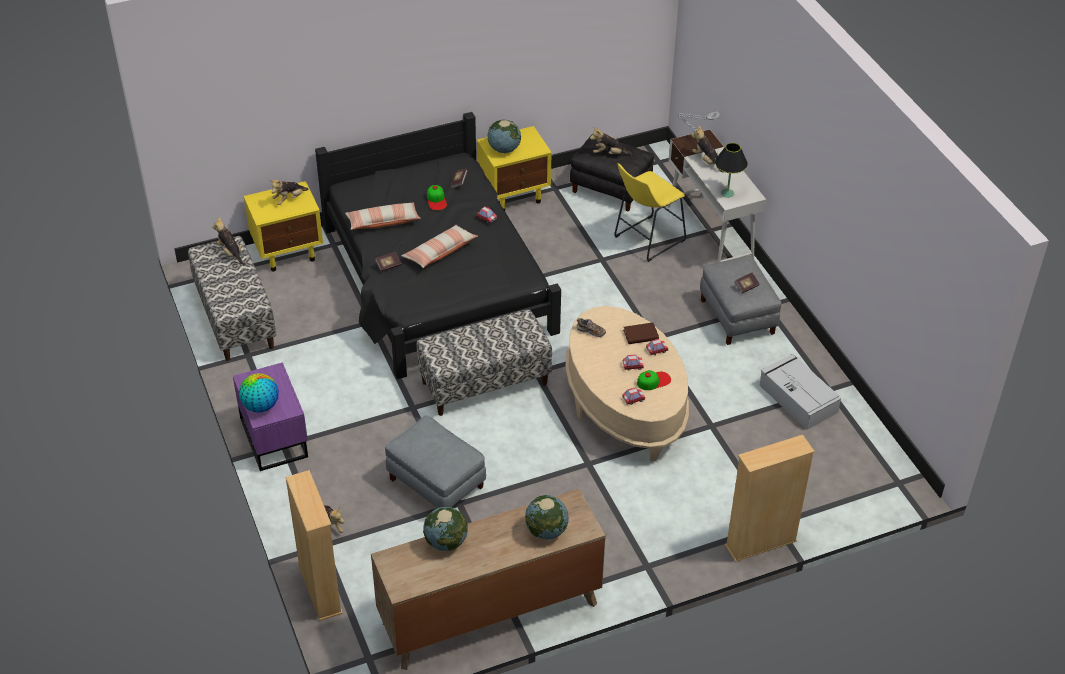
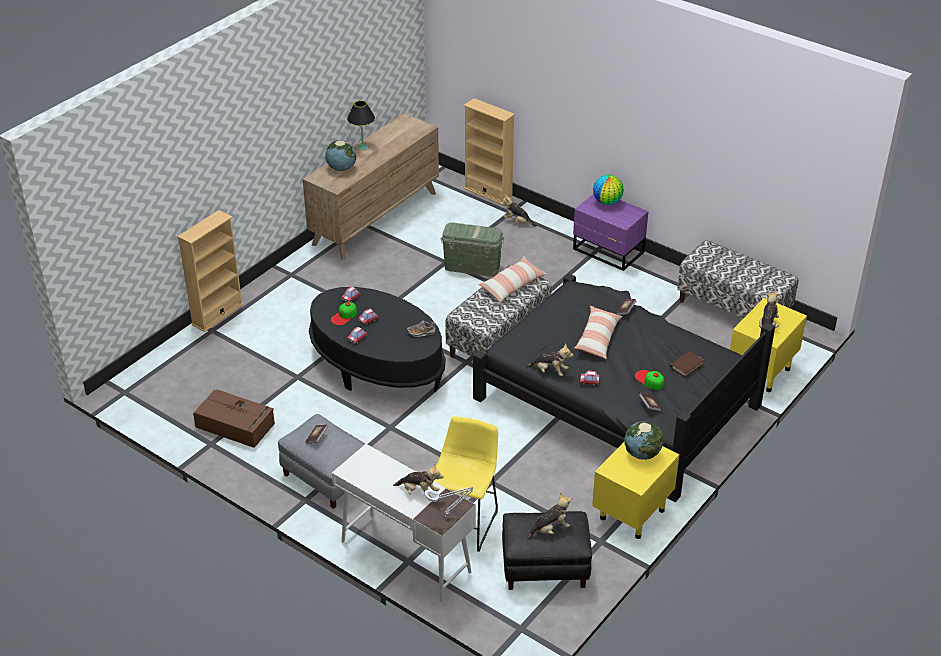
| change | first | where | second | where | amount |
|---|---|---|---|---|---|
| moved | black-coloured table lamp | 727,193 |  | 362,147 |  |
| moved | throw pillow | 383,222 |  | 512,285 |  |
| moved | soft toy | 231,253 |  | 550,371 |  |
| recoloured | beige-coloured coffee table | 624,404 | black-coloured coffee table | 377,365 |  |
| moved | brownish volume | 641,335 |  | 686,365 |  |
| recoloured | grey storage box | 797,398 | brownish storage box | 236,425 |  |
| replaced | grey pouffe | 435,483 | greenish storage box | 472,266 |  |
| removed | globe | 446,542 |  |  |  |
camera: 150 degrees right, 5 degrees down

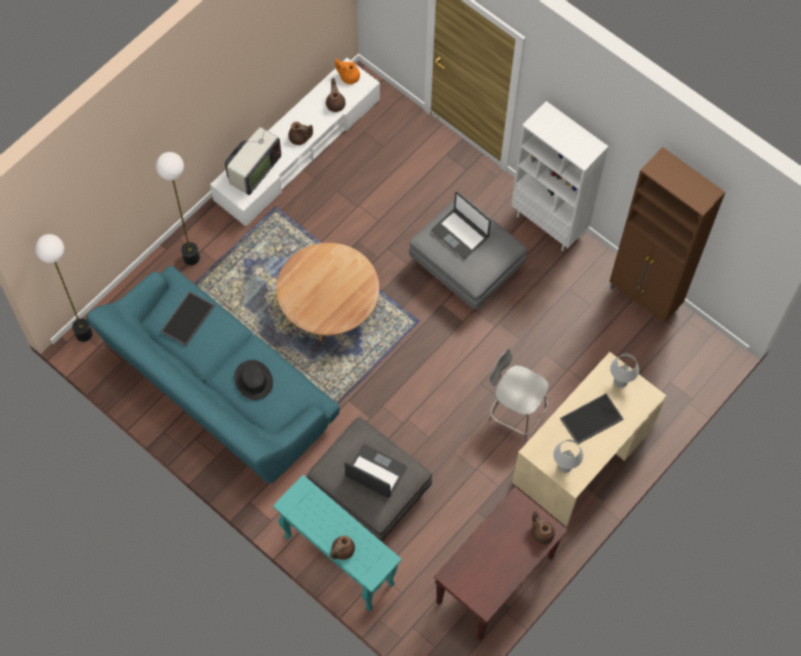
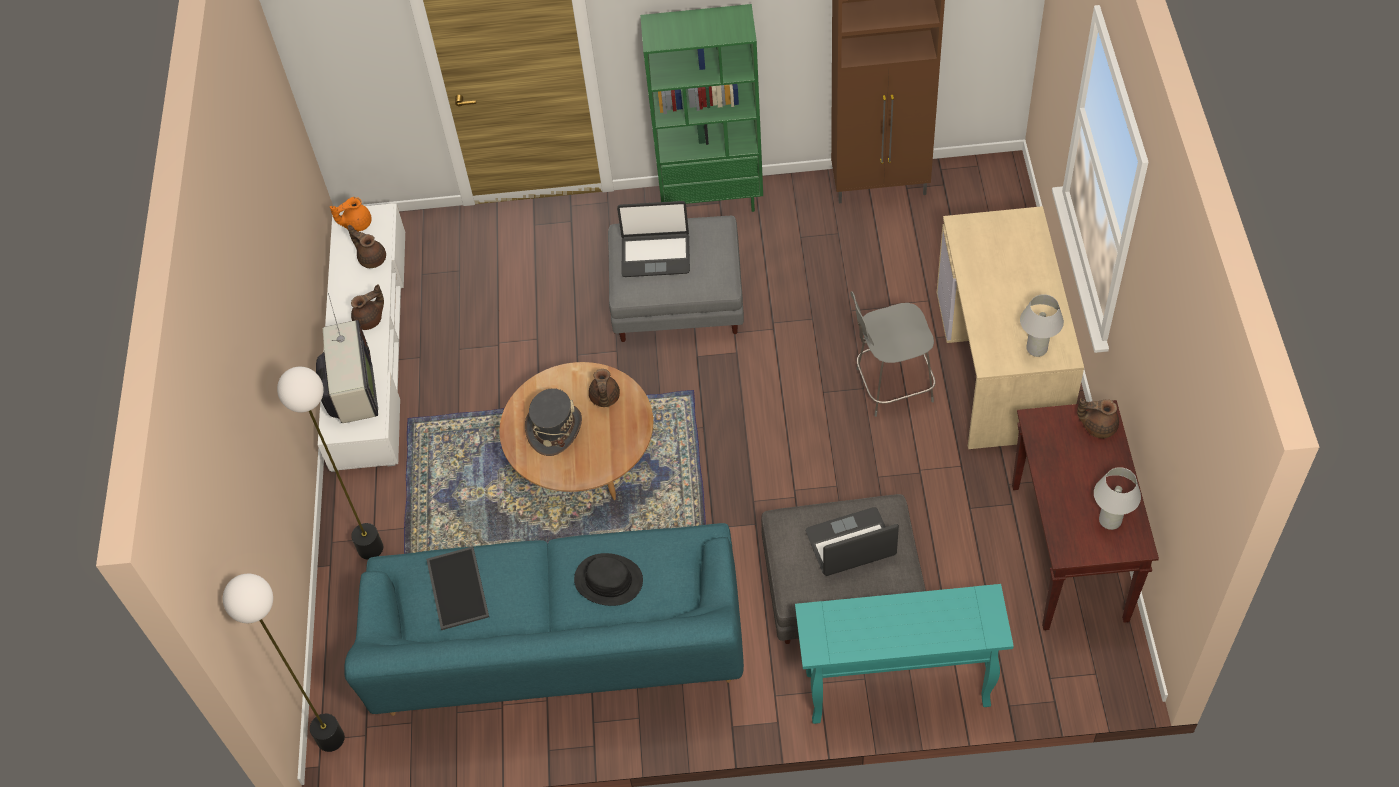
| change | first | where | second | where | amount |
|---|---|---|---|---|---|
| recoloured | white shelving unit | 549,224 | greenish shelving unit | 712,199 |  |
| moved | white table lamp | 620,381 |  | 1110,520 |  |
| removed | serving tray | 591,420 |  |  |  |
| moved | brownish teapot | 342,550 |  | 604,398 |  |
| added |  |  | grey hat | 554,429 |  |
camera: 40 degrees left, 10 degrees down

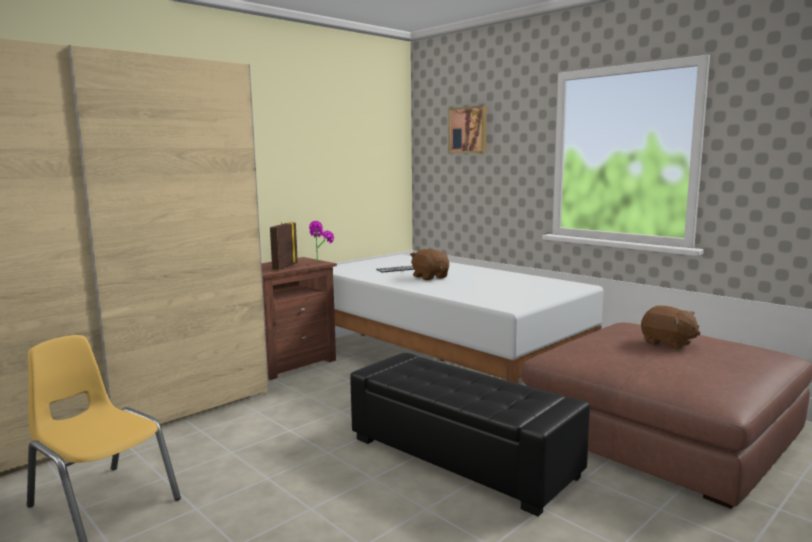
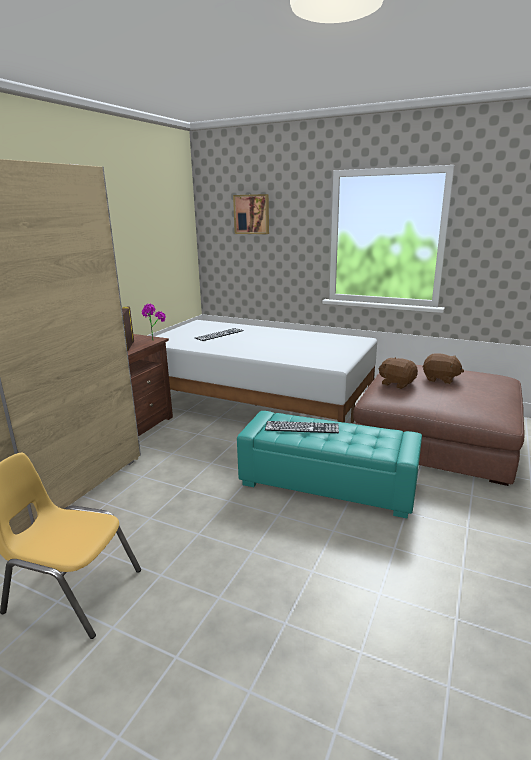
| change | first | where | second | where | amount |
|---|---|---|---|---|---|
| moved | brownish soft toy | 430,277 |  | 397,383 |  |
| recoloured | black-coloured pouffe | 461,456 | turquoise-coloured pouffe | 327,483 |  |
| added |  |  | computer keyboard | 301,427 |  |
camera: 20 degrees left, 10 degrees up

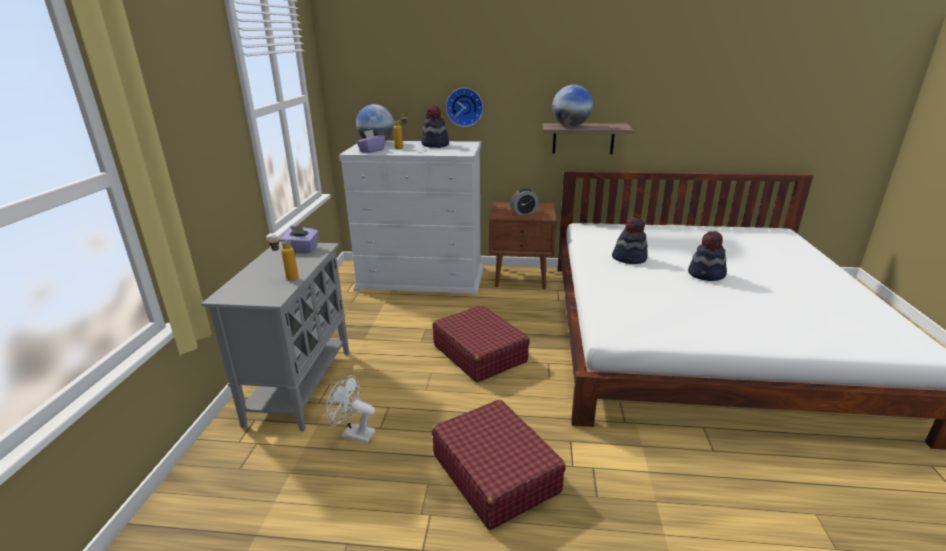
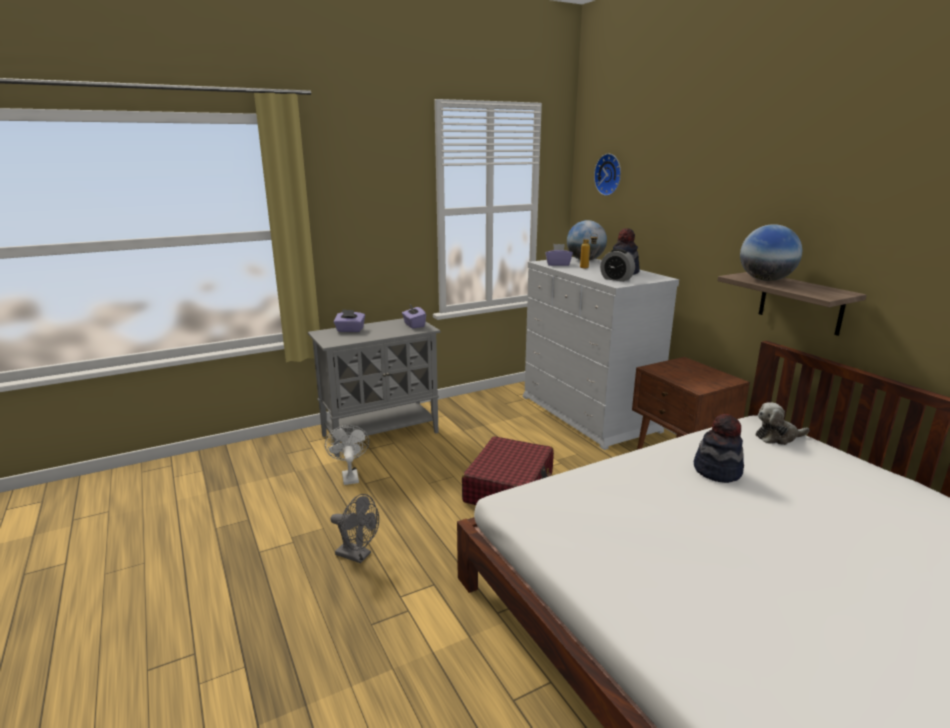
| change | first | where | second | where | amount |
|---|---|---|---|---|---|
| moved | clock on the wall | 464,107 |  | 609,174 |  |
| moved | table clock | 524,213 |  | 616,279 |  |
| removed | hat | 706,275 |  |  |  |
| removed | drink bottle | 287,279 |  |  |  |
| replaced | red-coloured suitcase | 495,473 | grey electric fan | 358,555 |  |
| added |  |  | purplish box of tissues | 350,330 |  |
| added |  |  | soft toy | 777,437 |  |
camera: 55 degrees right, 5 degrees down

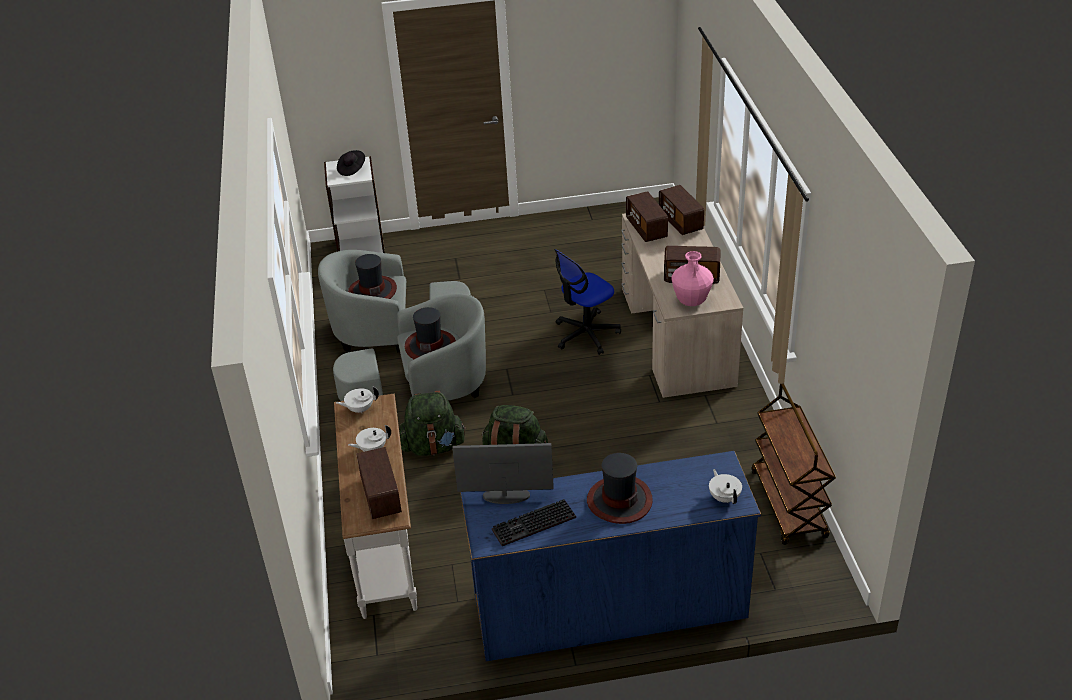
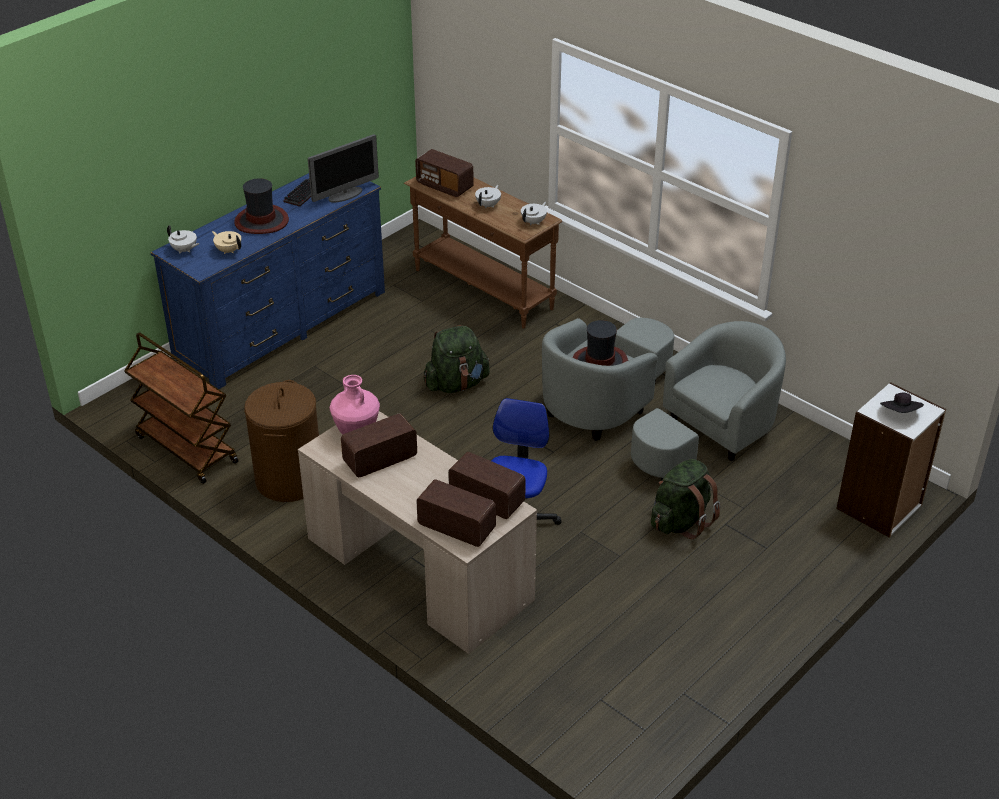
| change | first | where | second | where | amount |
|---|---|---|---|---|---|
| removed | hat | 372,291 |  |  |  |
| moved | greenish knapsack | 433,446 |  | 681,521 |  |
| recoloured | white narrow table | 385,547 | brownish narrow table | 482,290 |  |
| added |  |  | beige-coloured teapot | 228,250 |  |
| added |  |  | brownish washing basket | 289,480 |  |
camera: 140 degrees right, 0 degrees up

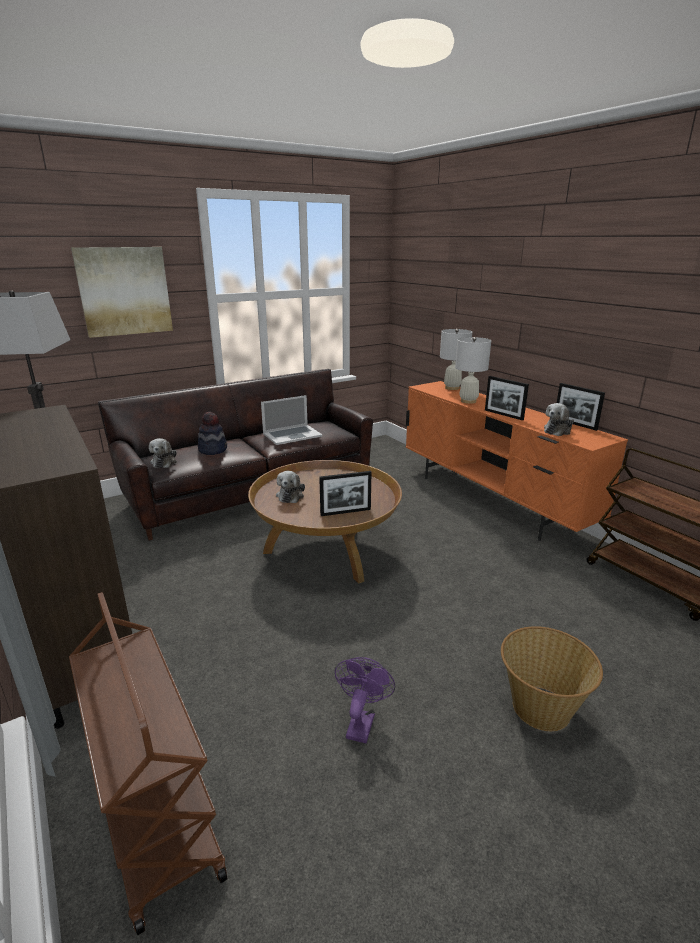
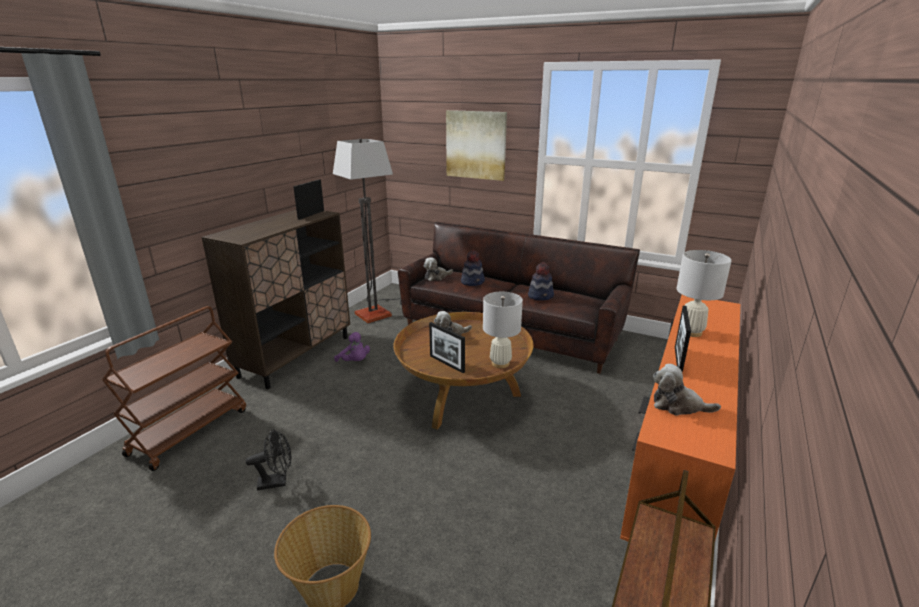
| change | first | where | second | where | amount |
|---|---|---|---|---|---|
| moved | white table lamp | 452,388 |  | 500,363 |  |
| moved | photo frame | 575,424 |  | 311,215 |  |
| replaced | notebook computer | 292,435 | hat | 541,296 |  |
| recoloured | purplish electric fan | 361,721 | black-coloured electric fan | 277,482 |  |
| added |  |  | purplish soft toy | 354,362 |  |
camera: 60 degrees right, 0 degrees up

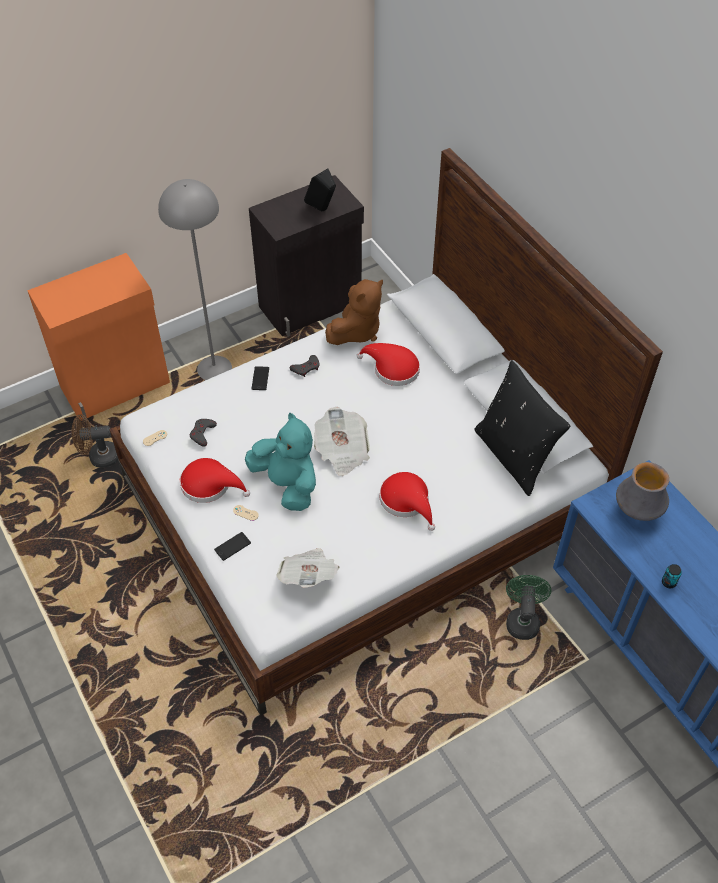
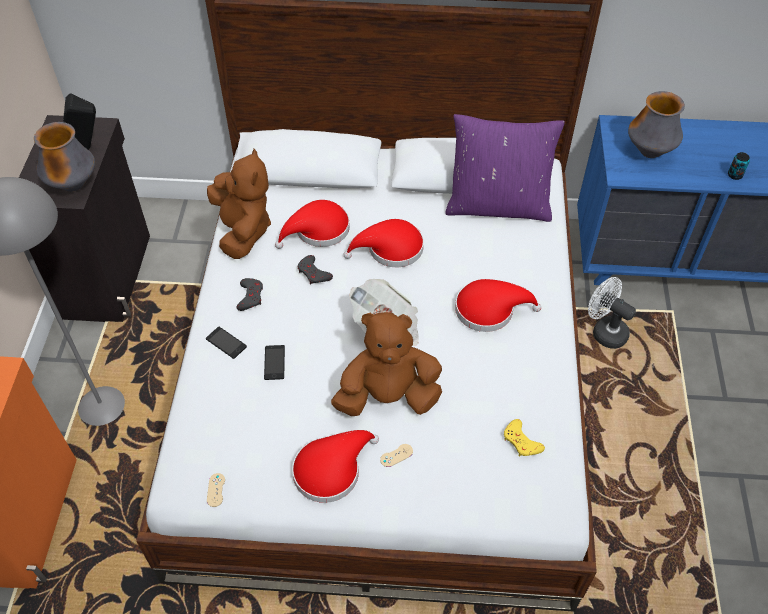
| change | first | where | second | where | amount |
|---|---|---|---|---|---|
| recoloured | black-coloured throw pillow | 514,456 | purplish throw pillow | 498,205 |  |
| recoloured | turquoise-coloured soft toy | 287,484 | brownish soft toy | 388,396 |  |
| removed | brownish electric fan | 99,457 |  |  |  |
| moved | grey game controller | 202,433 |  | 313,273 |  |
| moved | phone | 232,546 |  | 274,362 |  |
| replaced | newspaper | 309,576 | yellow game controller | 521,441 |  |
| recoloured | greenish electric fan | 522,619 | white electric fan | 604,331 |  |
| added |  |  | flower vase | 74,185 |  |
| added |  |  | red-coloured hat | 390,249 |  |
camera: 55 degrees left, 0 degrees up

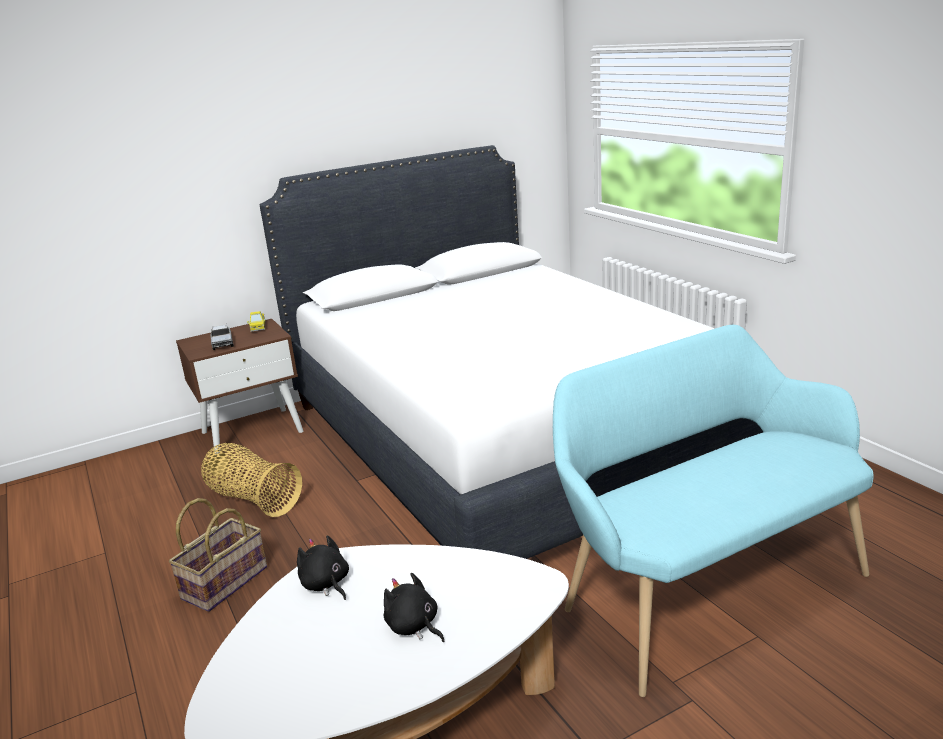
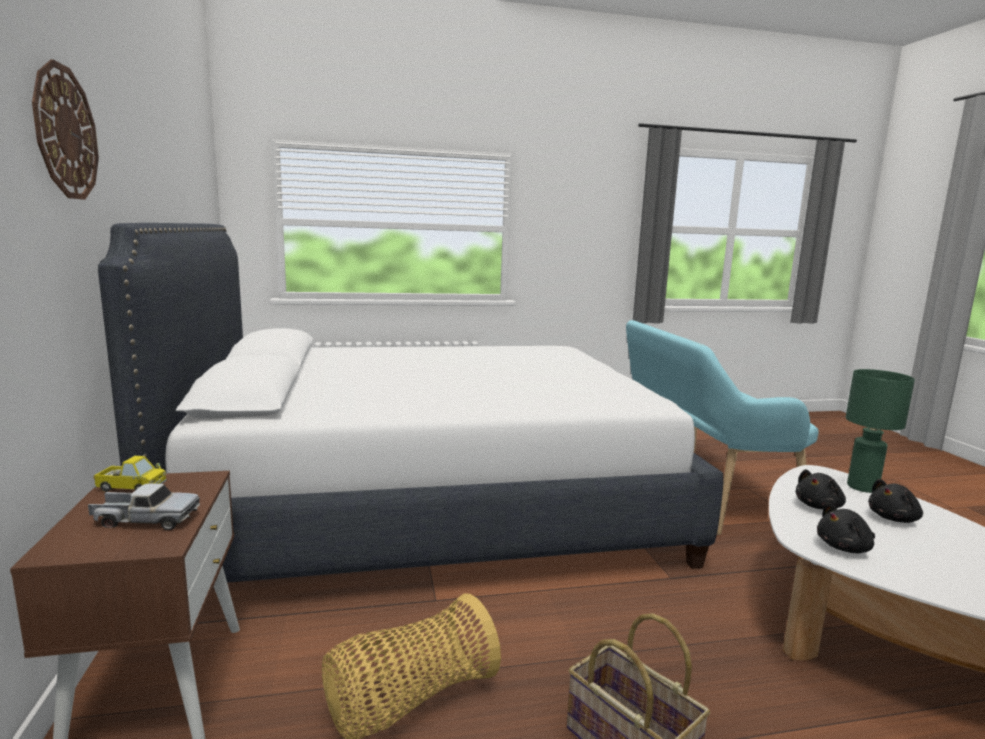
| change | first | where | second | where | amount |
|---|---|---|---|---|---|
| added |  |  | clock on the wall | 65,132 |  |
| added |  |  | greenish table lamp | 863,487 |  |
| added |  |  | black-coloured soft toy | 819,506 |  |
camera: 75 degrees left, 10 degrees down

